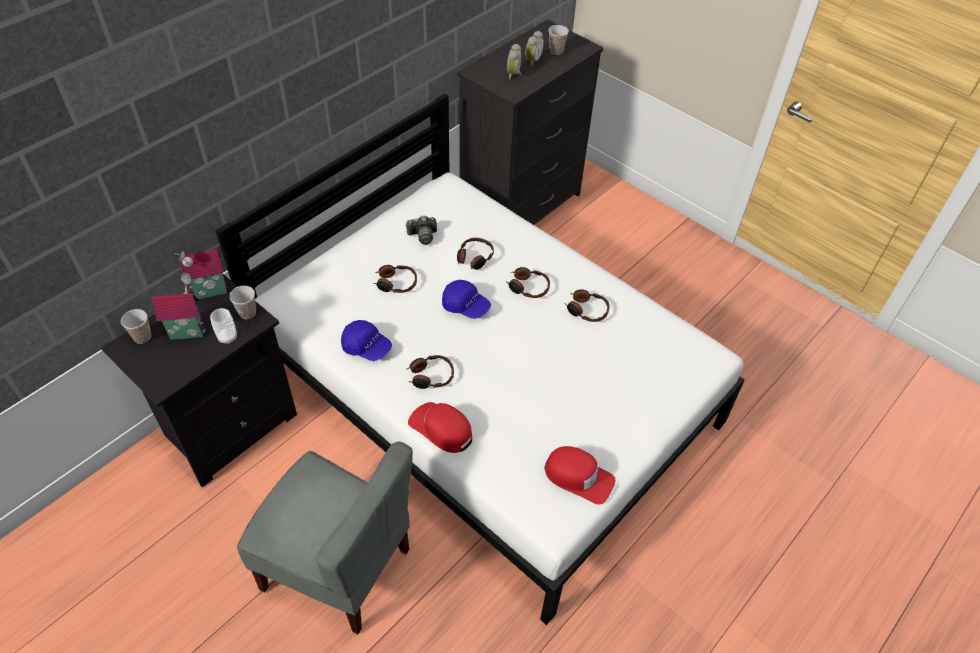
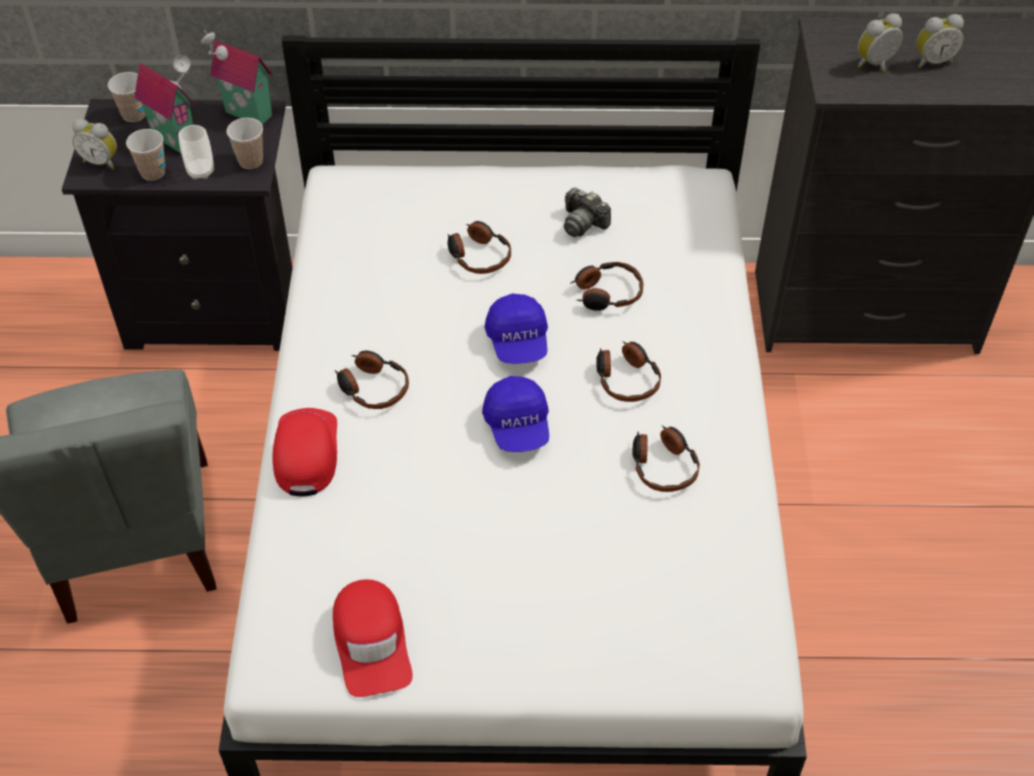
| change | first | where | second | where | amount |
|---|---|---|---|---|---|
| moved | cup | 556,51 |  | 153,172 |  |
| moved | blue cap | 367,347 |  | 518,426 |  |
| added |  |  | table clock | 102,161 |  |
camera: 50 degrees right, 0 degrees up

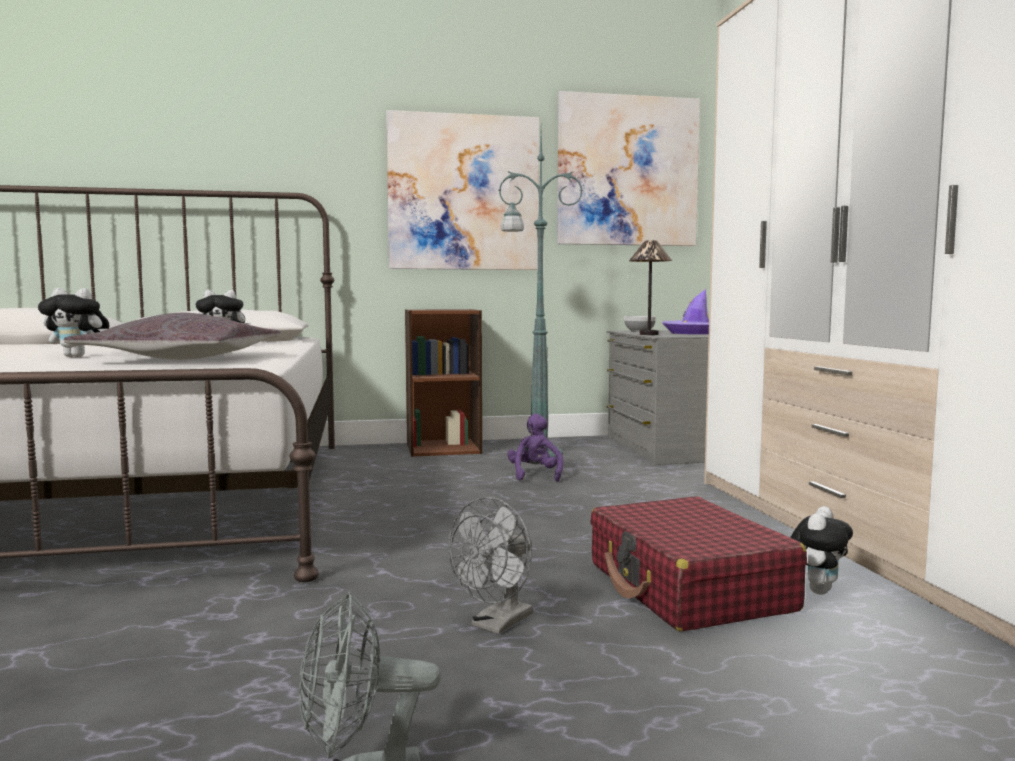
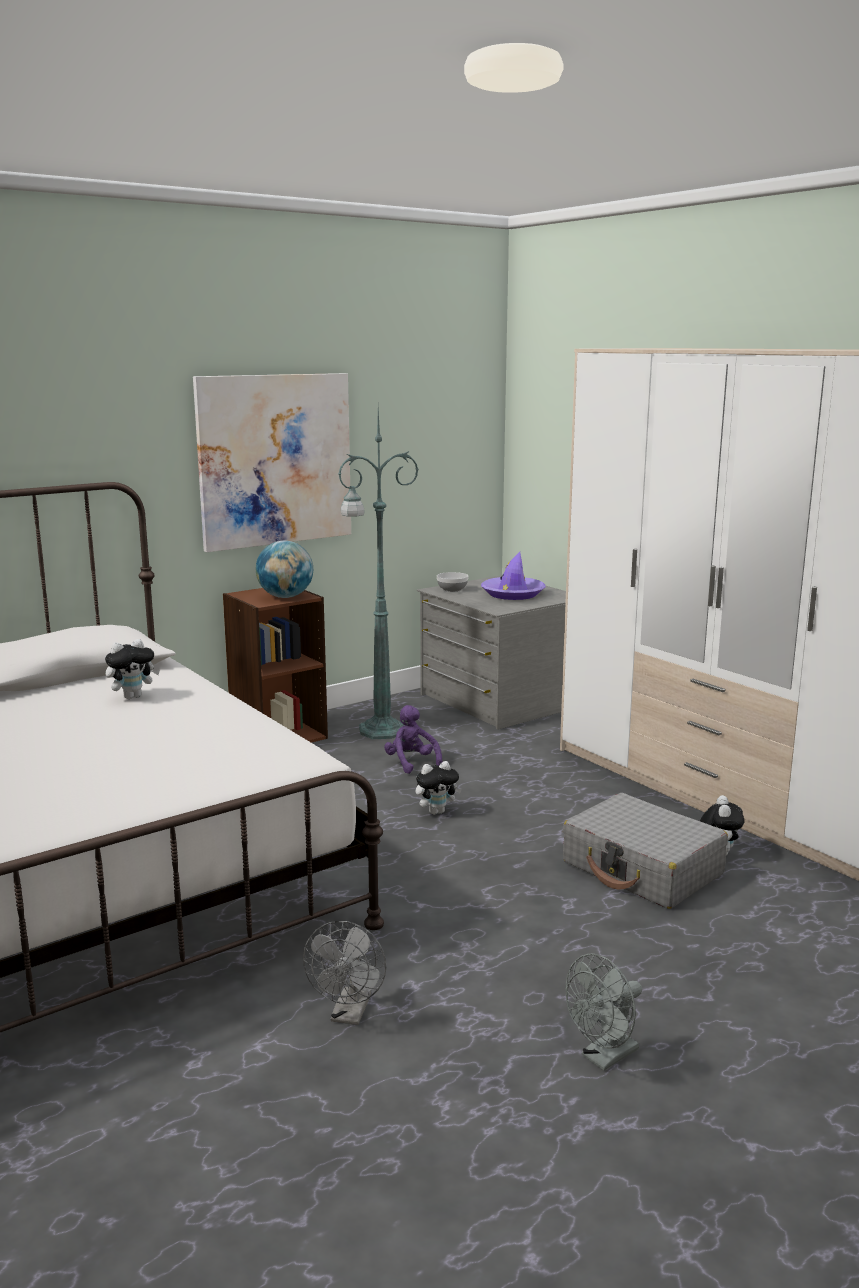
| change | first | where | second | where | amount |
|---|---|---|---|---|---|
| removed | wall picture | 627,171 |  |  |  |
| removed | table lamp | 649,334 |  |  |  |
| moved | soft toy | 78,356 |  | 437,812 |  |
| removed | grey throw pillow | 183,359 |  |  |  |
| recoloured | red-coloured suitcase | 688,587 | grey suitcase | 642,869 |  |
| moved | grey electric fan | 497,624 |  | 349,1014 |  |
| added |  |  | globe | 285,597 |  |
camera: 25 degrees left, 10 degrees up

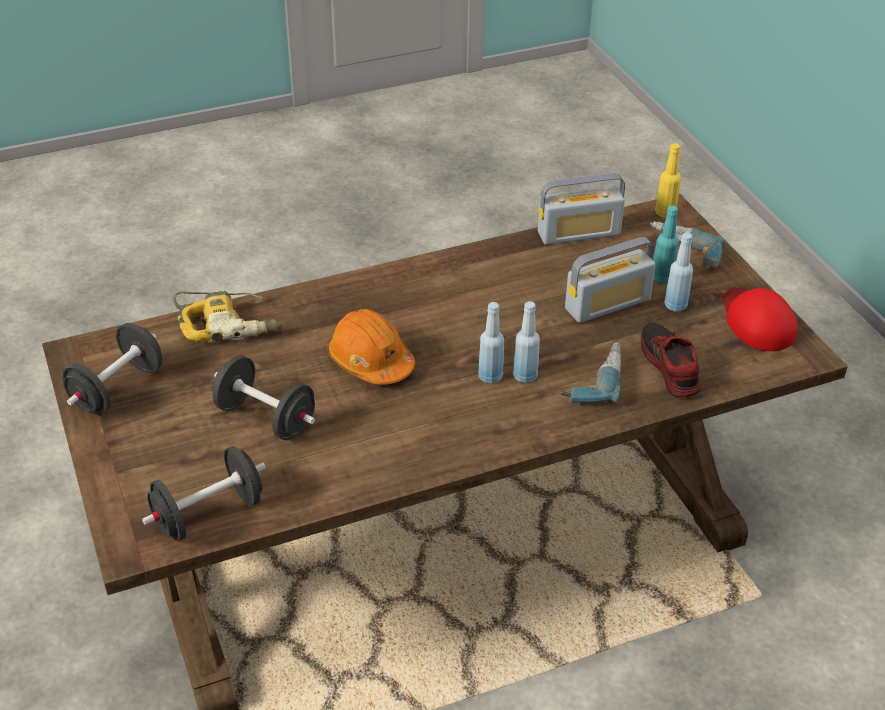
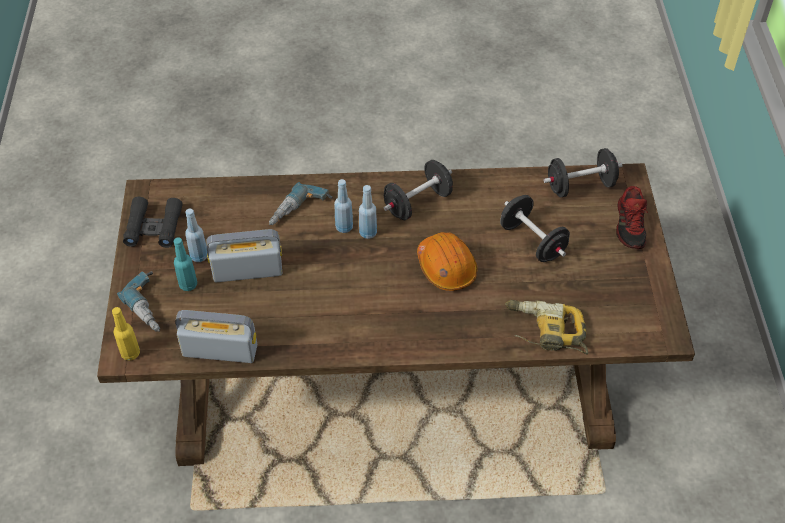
| change | first | where | second | where | amount |
|---|---|---|---|---|---|
| replaced | red-coloured cap | 756,321 | black-coloured field glasses | 154,227 |  |
| moved | item of footwear | 668,367 |  | 631,226 |  |
| moved | black-coloured free weight | 117,389 |  | 418,203 |  |
camera: 160 degrees left, 10 degrees up

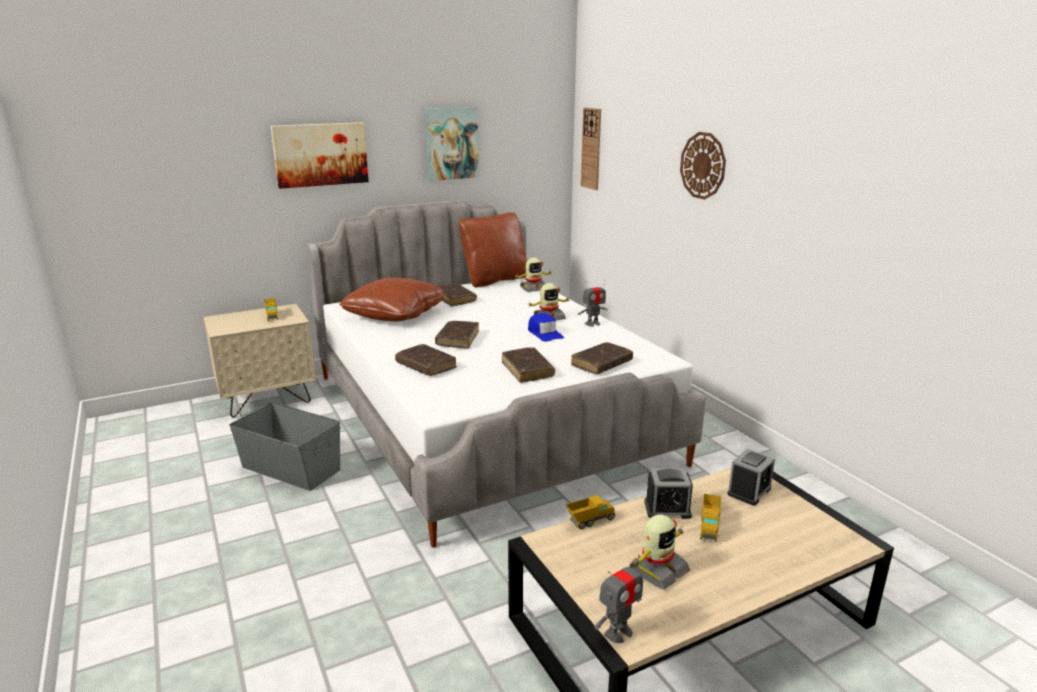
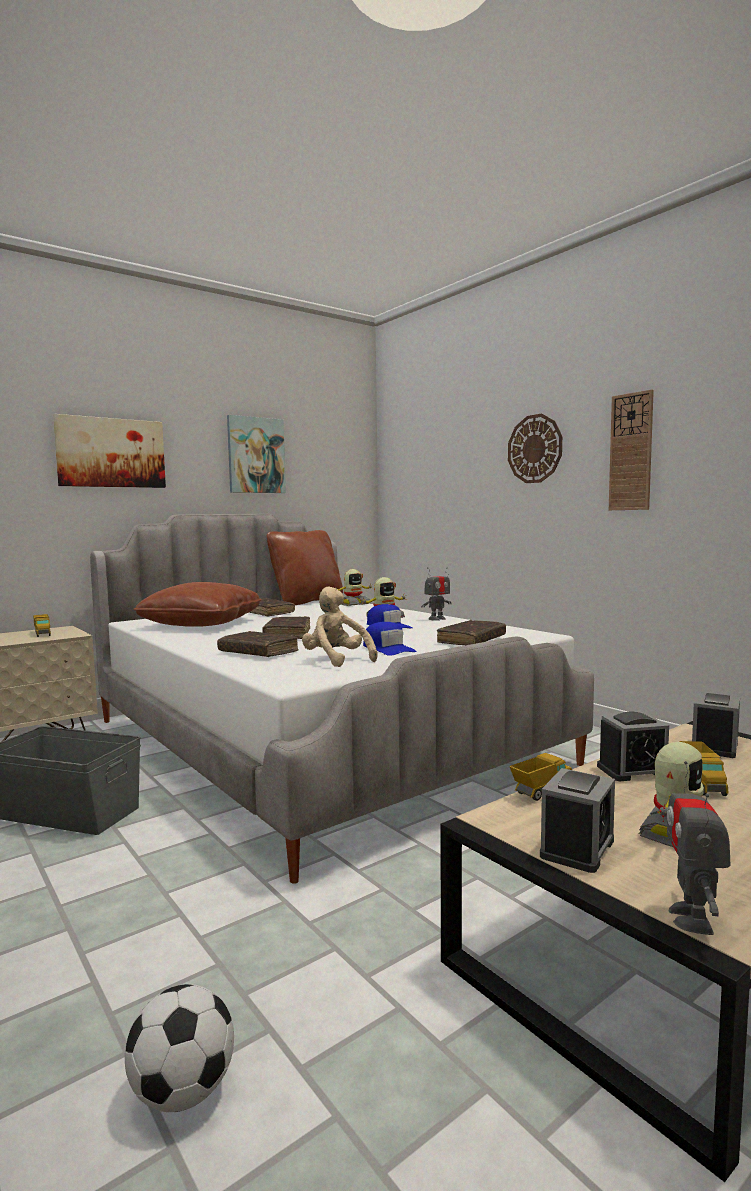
| change | first | where | second | where | amount |
|---|---|---|---|---|---|
| moved | clock on the wall | 591,148 |  | 631,452 |  |
| replaced | brownish volume | 527,370 | blue cap | 387,649 |  |
| turned | model robot | 618,632 |  | 692,919 | 150 degrees clockwise |
| added |  |  | beige-coloured soft toy | 336,660 |  |
| added |  |  | table clock | 577,848 |  |
| added |  |  | ball for football | 183,1091 |  |
camera: 10 degrees left, 15 degrees down

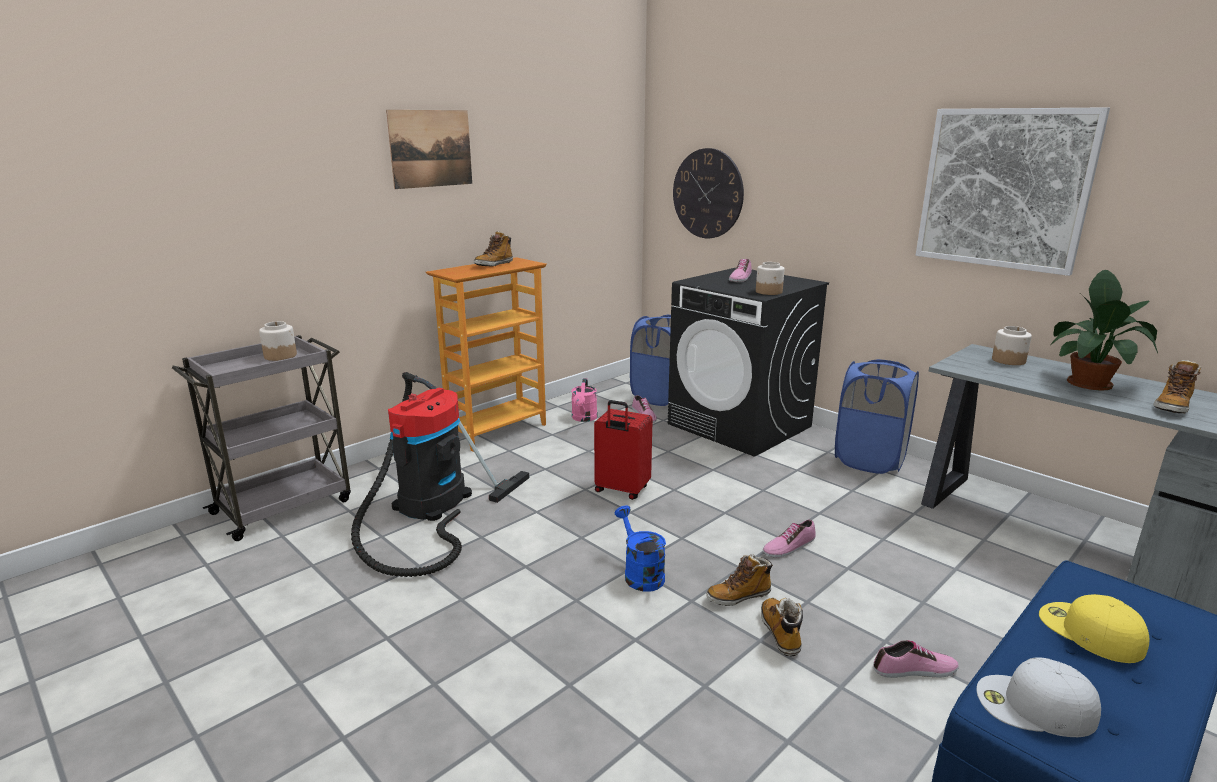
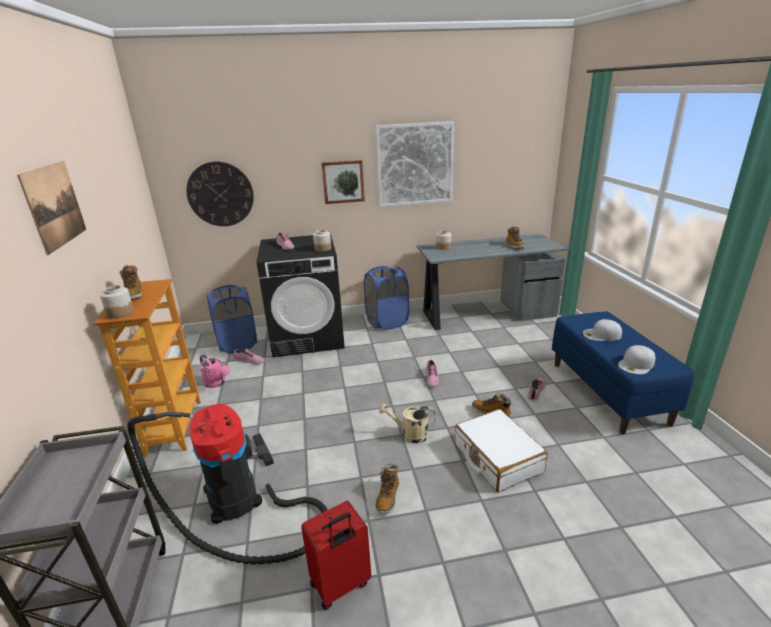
| change | first | where | second | where | amount |
|---|---|---|---|---|---|
| removed | houseplant | 1090,382 |  |  |  |
| moved | preserve jar | 280,356 |  | 120,313 |  |
| moved | red-coloured suitcase | 621,490 |  | 341,585 |  |
| recoloured | blue watering can | 640,574 | beige-coloured watering can | 410,434 |  |
| moved | boot | 738,596 |  | 388,497 |  |
| recoloured | yellow cap | 1089,631 | white cap | 601,335 |  |
| added |  |  | wall picture | 343,181 |  |
| added |  |  | white suitcase | 497,458 |  |
camera: 55 degrees left, 5 degrees up

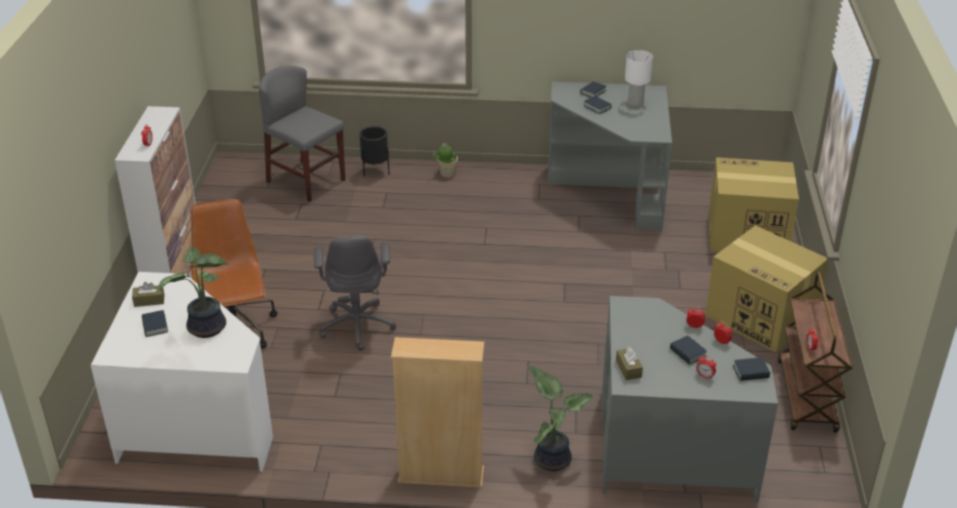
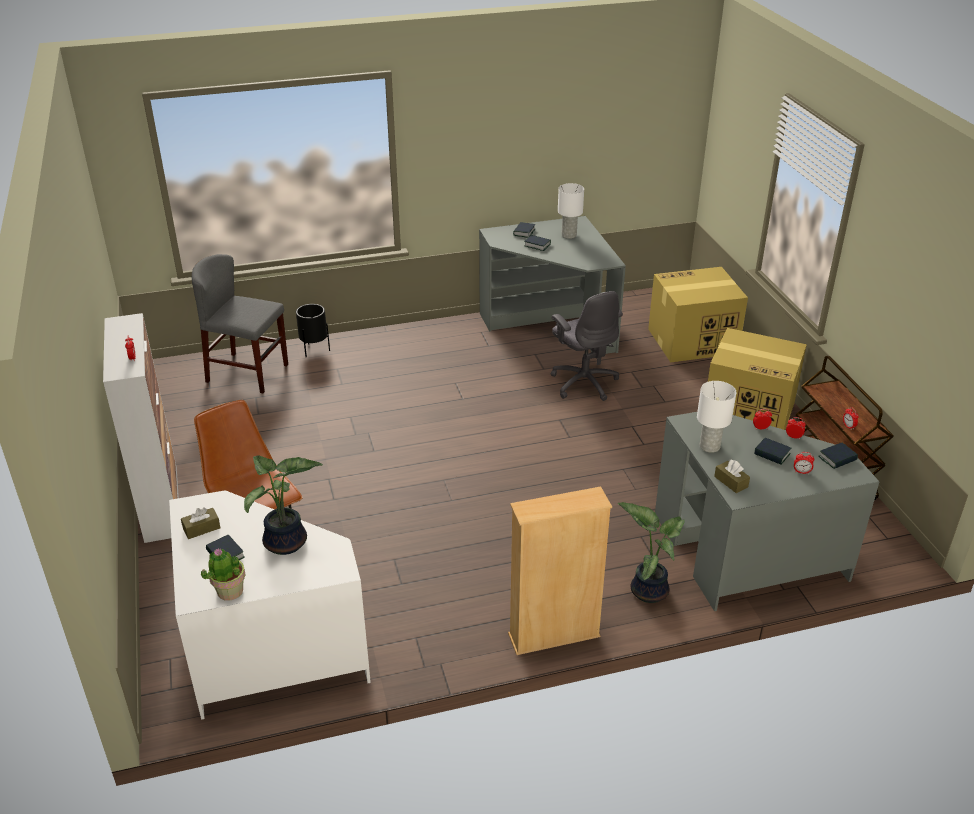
| change | first | where | second | where | amount |
|---|---|---|---|---|---|
| moved | houseplant | 447,173 |  | 229,591 |  |
| moved | grey computer chair | 357,325 |  | 584,382 |  |
| added |  |  | white table lamp | 710,446 |  |
camera: 20 degrees left, 0 degrees up

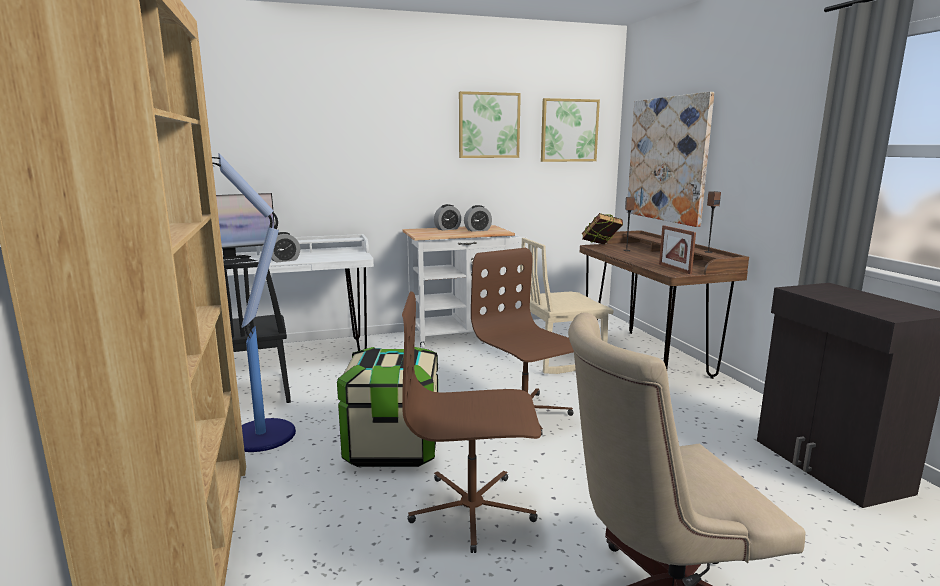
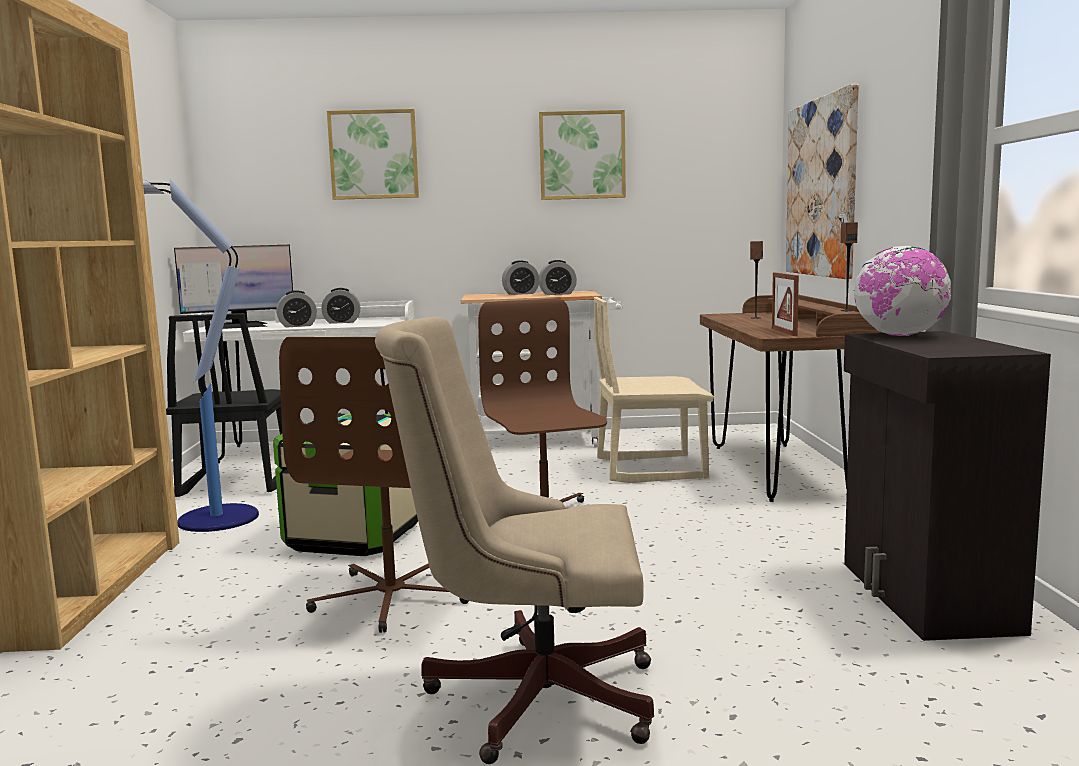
| change | first | where | second | where | amount |
|---|---|---|---|---|---|
| moved | wall picture | 569,130 |  | 373,154 |  |
| removed | volume | 600,246 |  |  |  |
| turned | brownish computer chair | 472,510 |  | 392,597 | 90 degrees counterclockwise |
| added |  |  | globe | 900,335 |  |
| added |  |  | table clock | 342,322 |  |
camera: 15 degrees right, 5 degrees down

